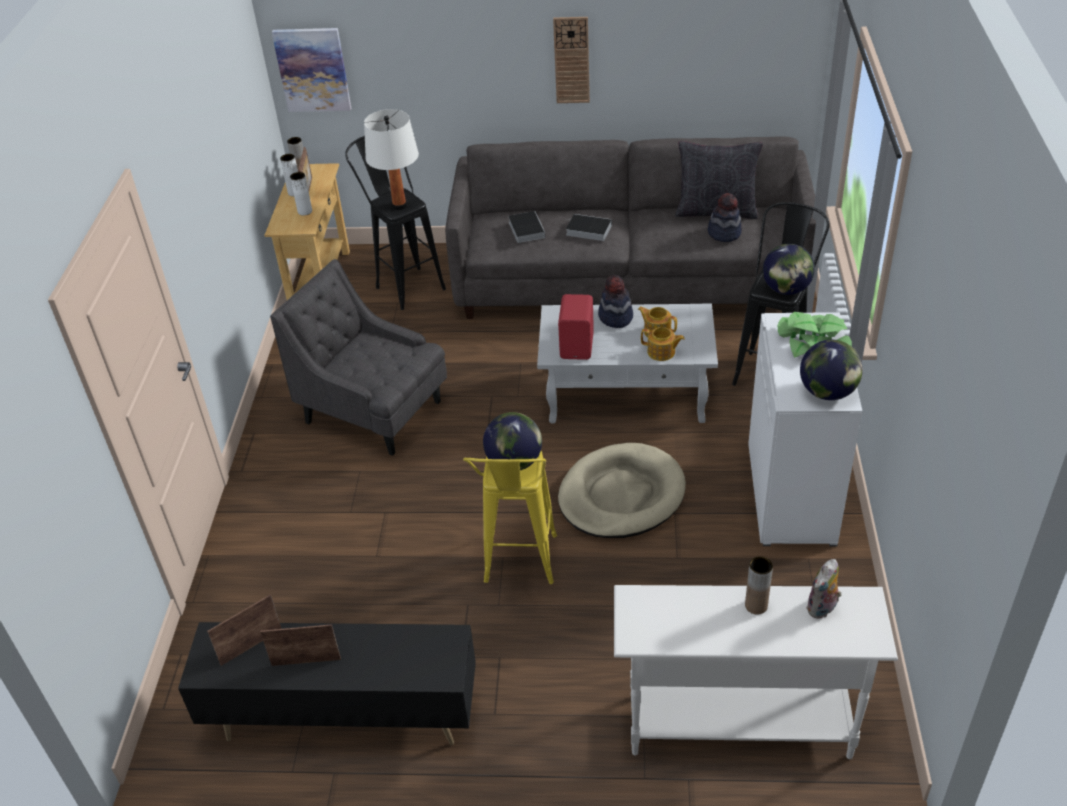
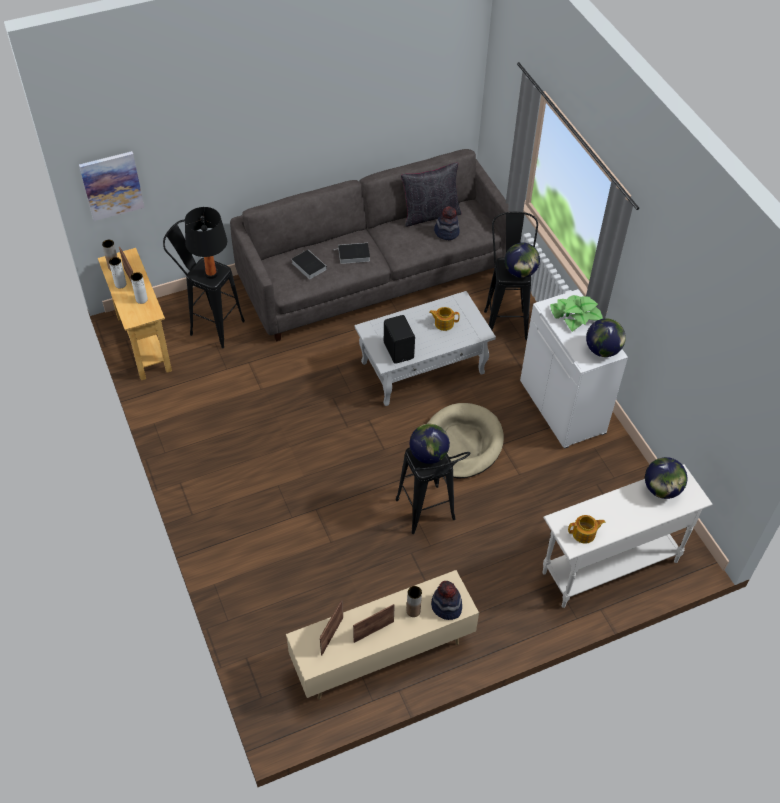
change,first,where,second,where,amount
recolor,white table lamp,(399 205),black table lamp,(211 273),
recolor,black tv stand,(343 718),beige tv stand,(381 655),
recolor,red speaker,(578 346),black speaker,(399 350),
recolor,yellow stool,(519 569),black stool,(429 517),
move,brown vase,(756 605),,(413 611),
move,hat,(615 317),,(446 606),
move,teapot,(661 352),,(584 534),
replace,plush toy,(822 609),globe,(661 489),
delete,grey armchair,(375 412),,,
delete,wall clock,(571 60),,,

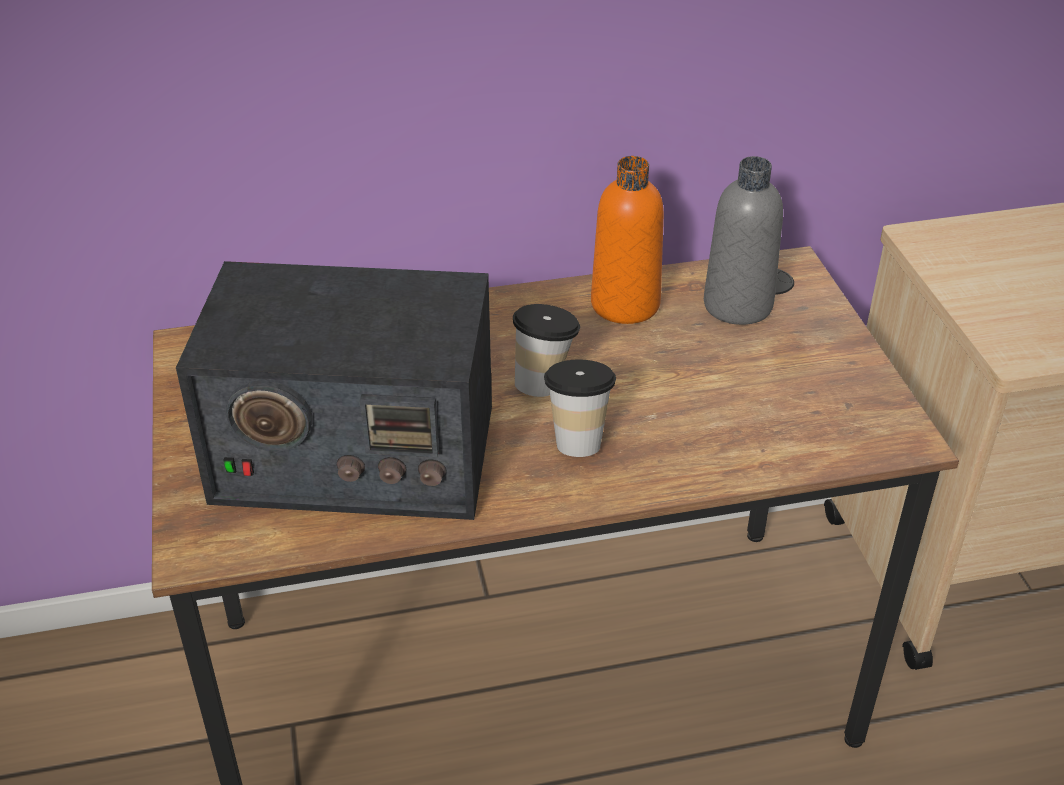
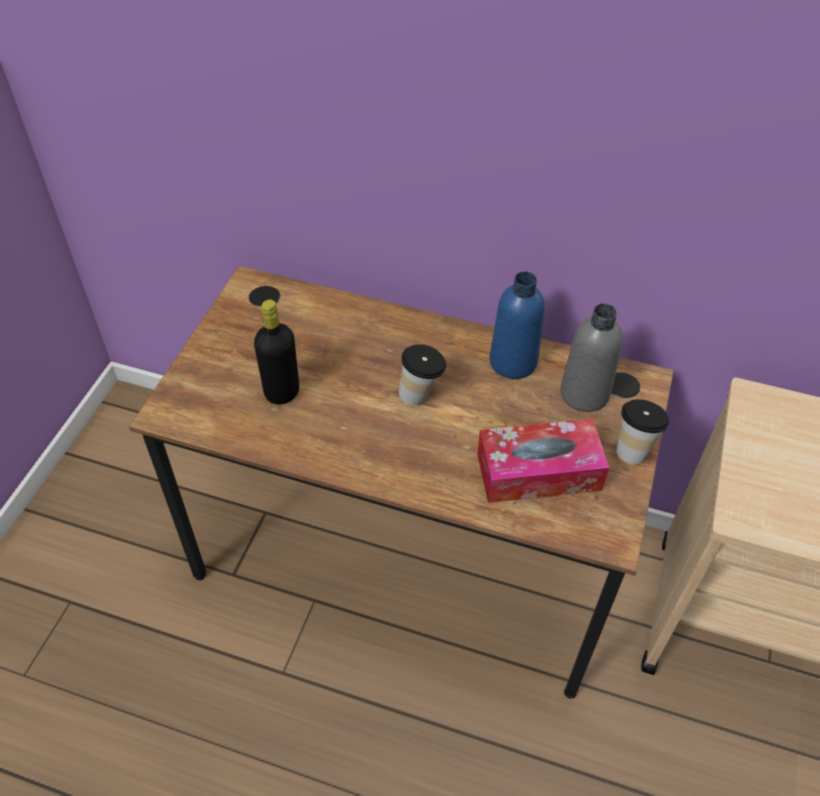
change,first,where,second,where,amount
replace,radio,(353 453),black bottle,(282 392),
insert,,,tissue box,(538 471),
recolor,orange bottle,(625 304),blue bottle,(513 362),
move,cup,(578 439),,(633 449),

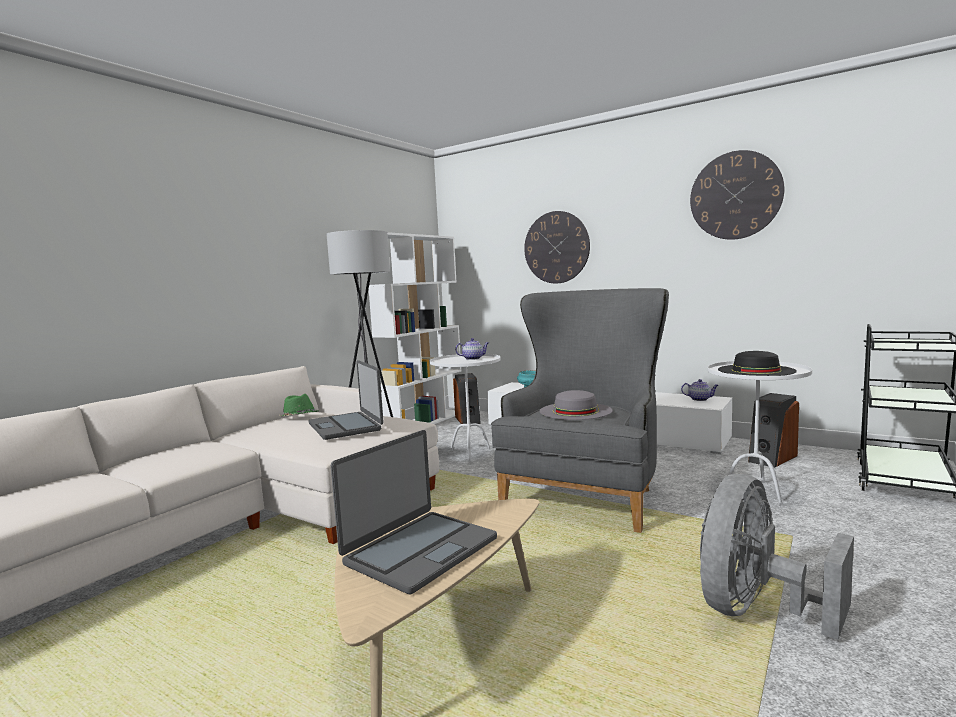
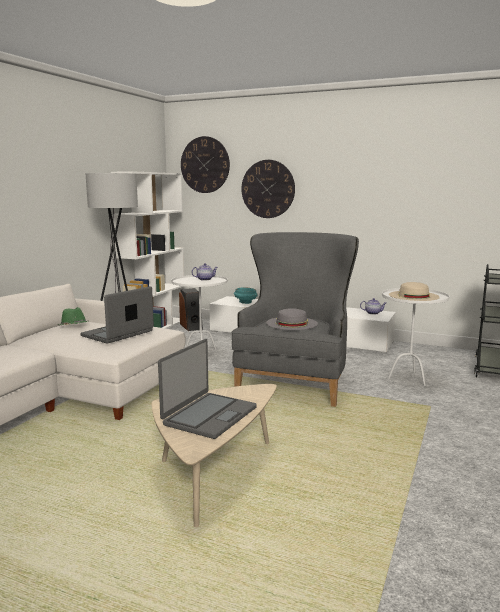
change,first,where,second,where,amount
rotate,laptop,(346 426),,(118 334),75 degrees clockwise
move,wall clock,(735 195),,(205 165),
recolor,black hat,(756 370),beige hat,(413 296),
delete,grey fan,(756 610),,,
delete,speaker,(772 458),,,

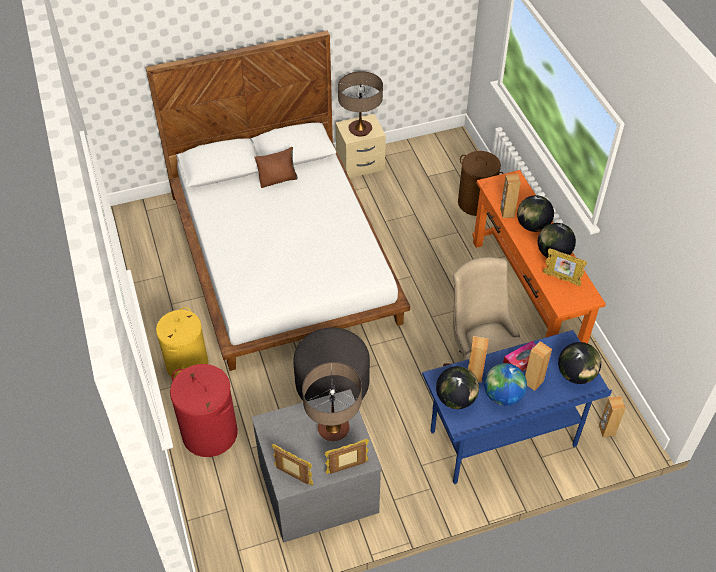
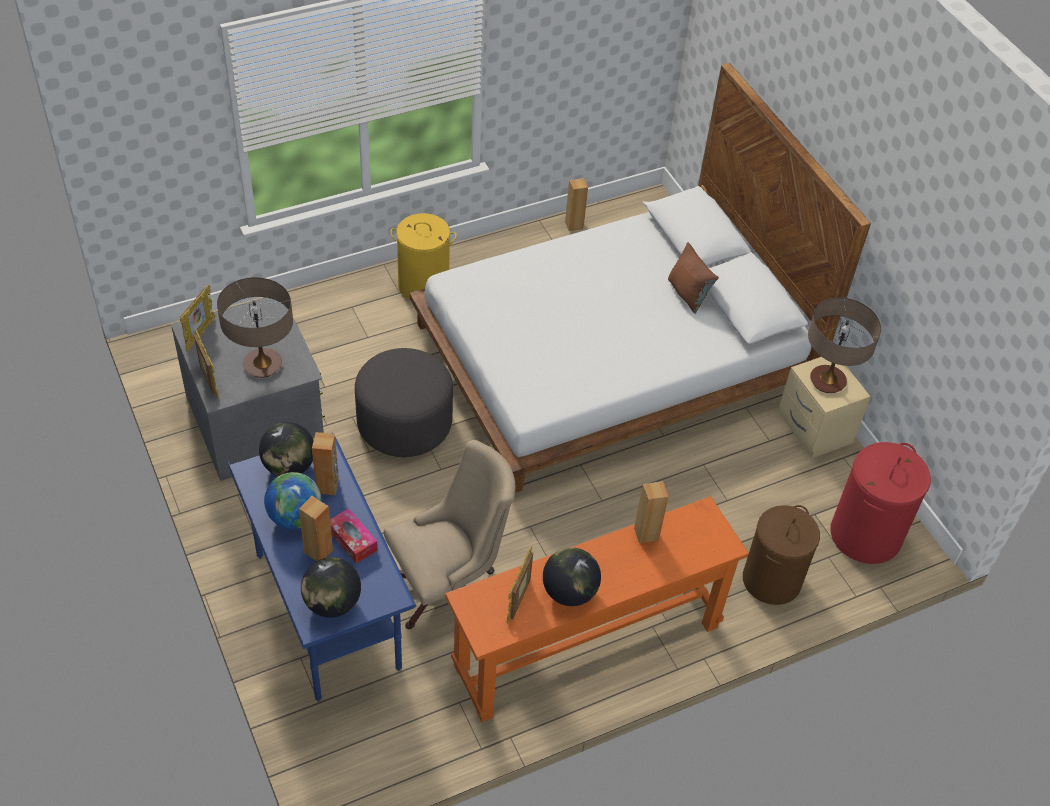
change,first,where,second,where,amount
move,brown speaker,(606 430),,(574 225),
move,red laundry basket,(210 433),,(865 535),
delete,globe,(533 226),,,

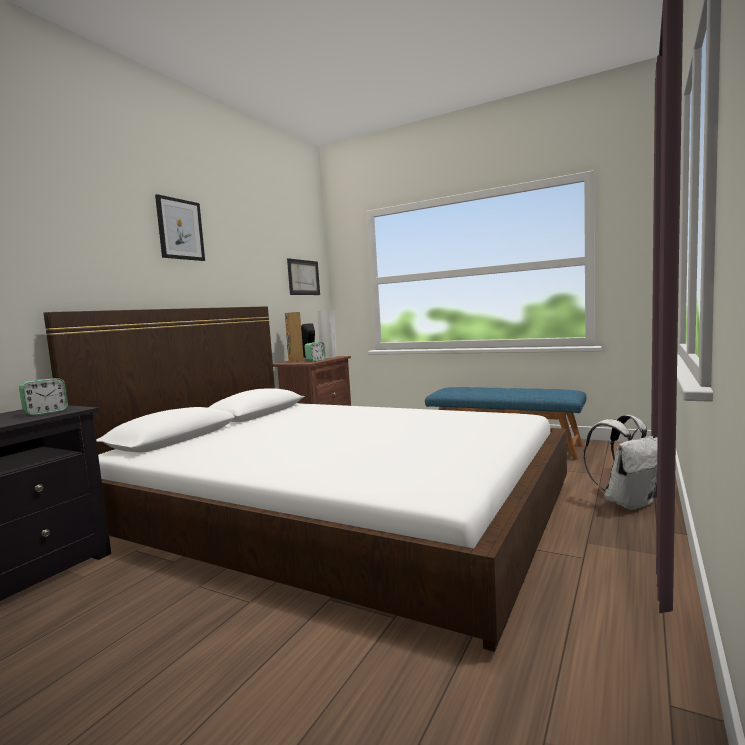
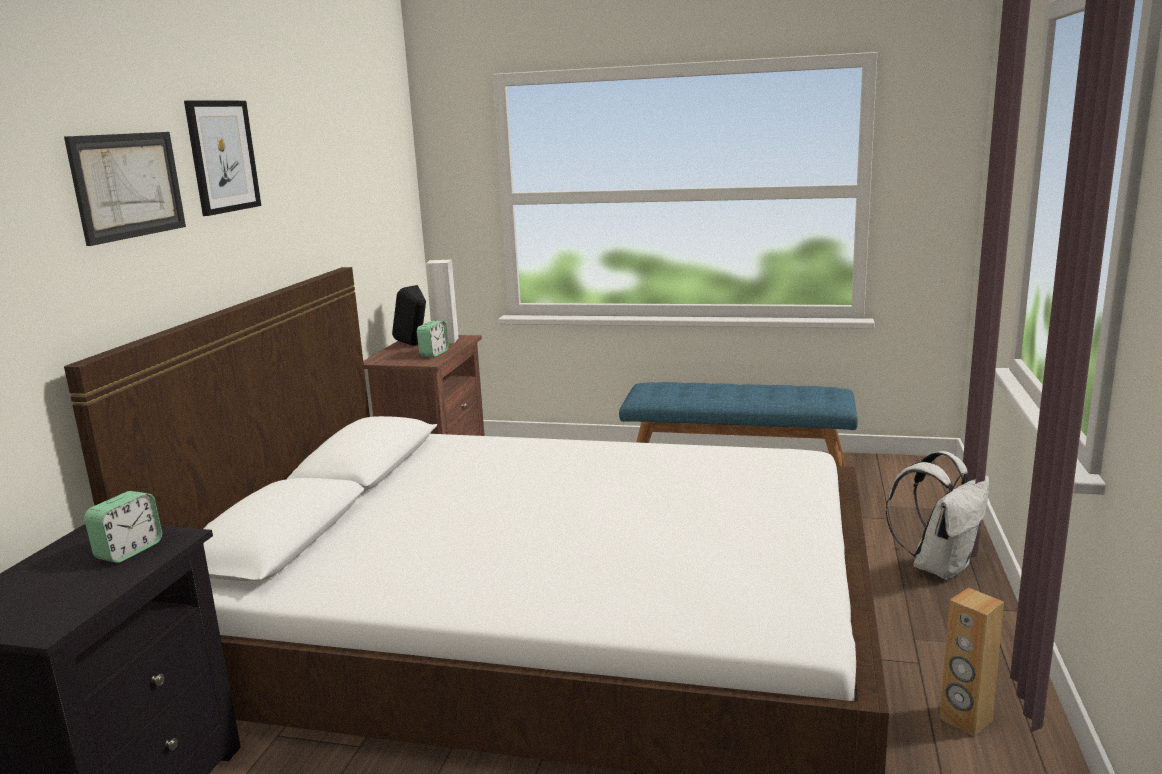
change,first,where,second,where,amount
move,picture,(303 277),,(128 185),
move,brown speaker,(295 360),,(965 720),

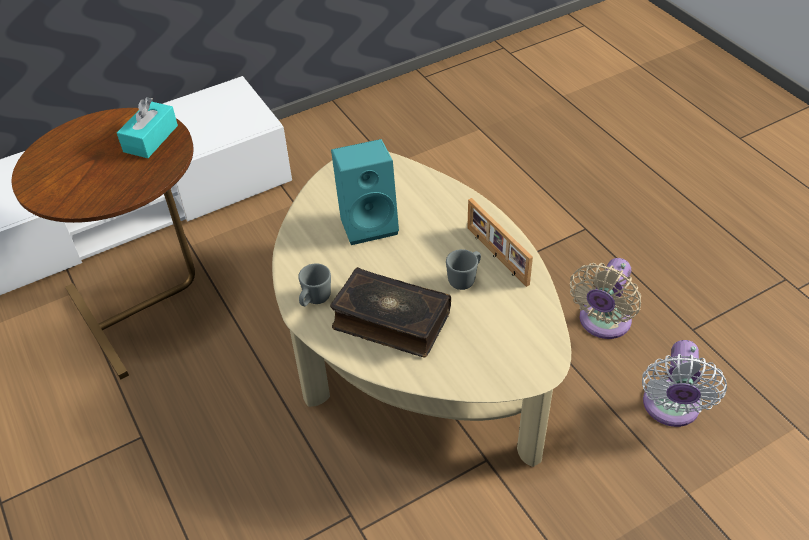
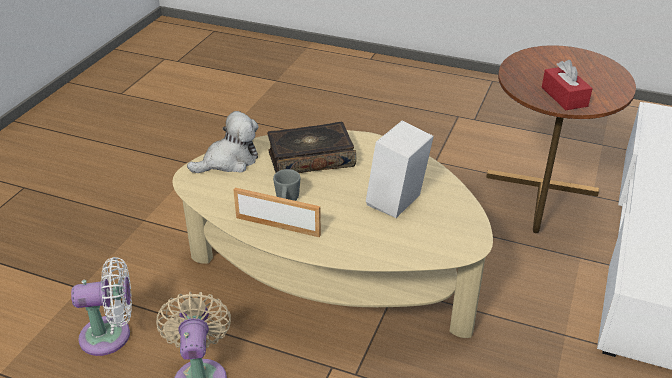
change,first,where,second,where,amount
rotate,white fan,(670 408),,(111 335),105 degrees clockwise
insert,,,plush toy,(229 161),
recolor,turquoise speaker,(369 223),white speaker,(397 204),
recolor,turquoise tissue box,(150 138),red tissue box,(564 97),
delete,grey mug,(314 300),,,

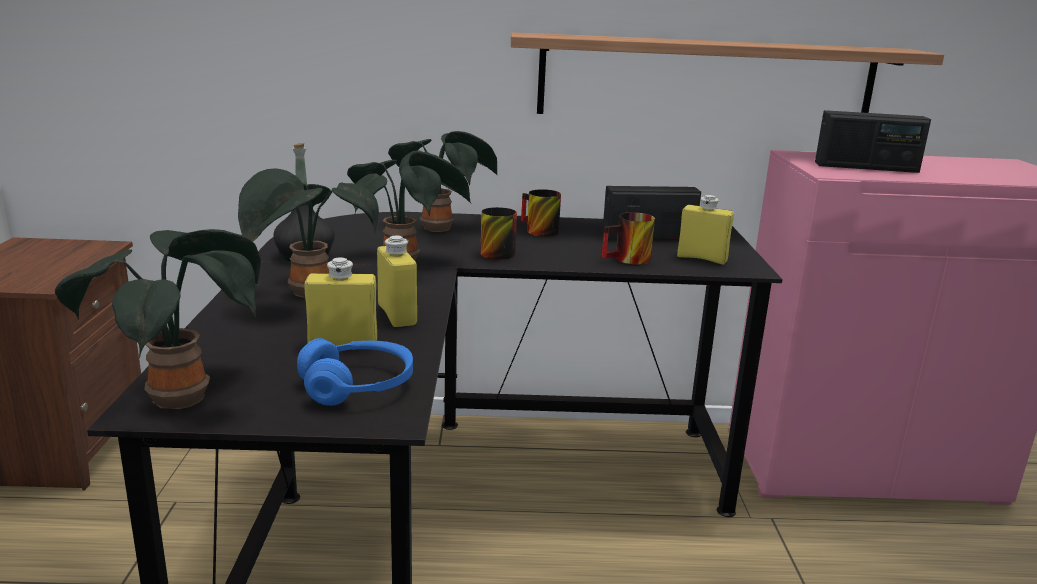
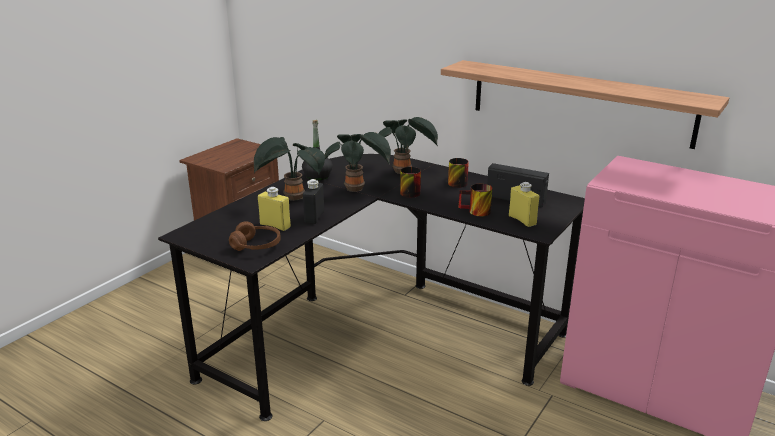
change,first,where,second,where,amount
recolor,blue headphones,(357 386),brown headphones,(256 245),
recolor,yellow bottle,(397 315),black bottle,(314 217),
delete,potted plant,(185 397),,,
delete,radio,(866 167),,,

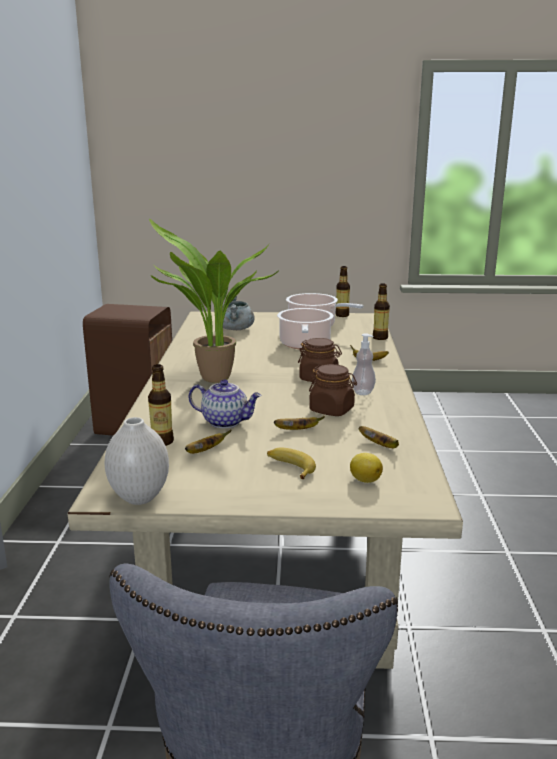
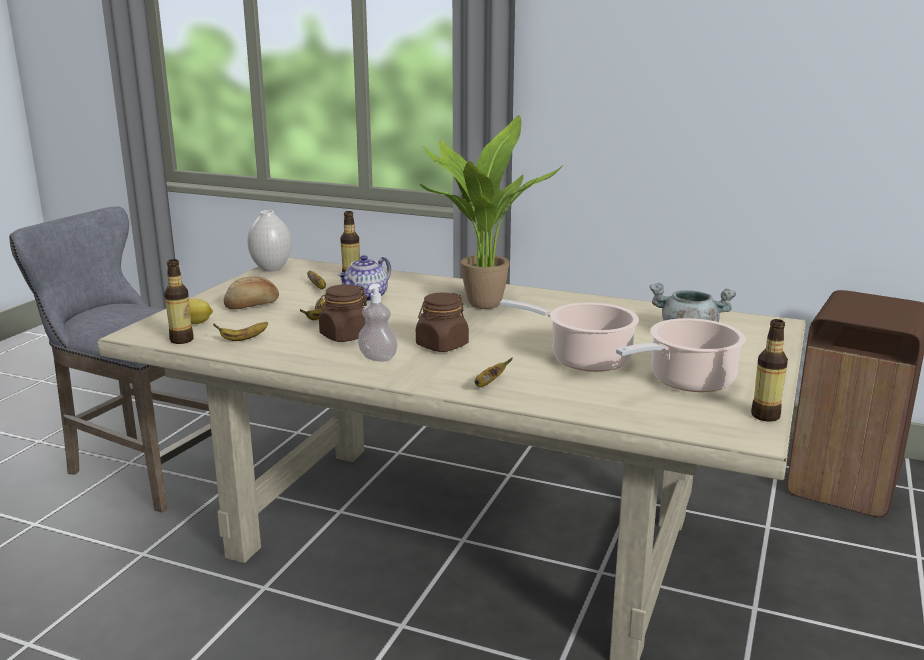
change,first,where,second,where,amount
move,bottle,(380 338),,(182 340),
replace,banana,(290 467),bread,(252 305),

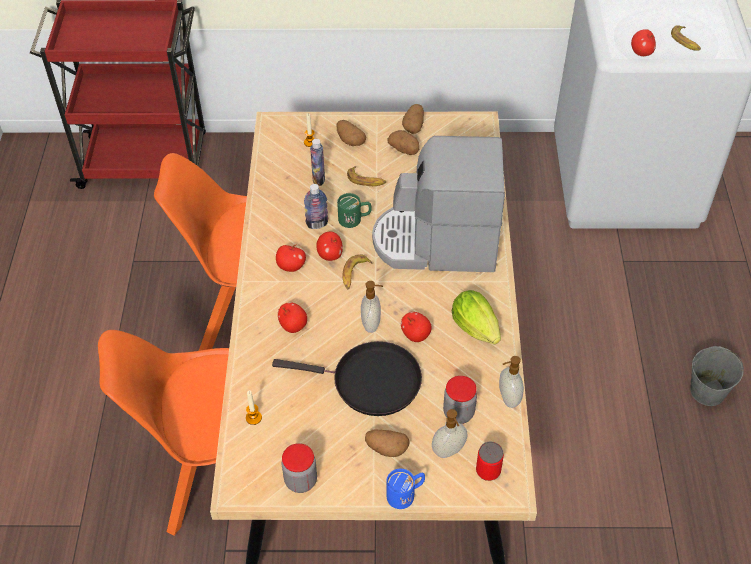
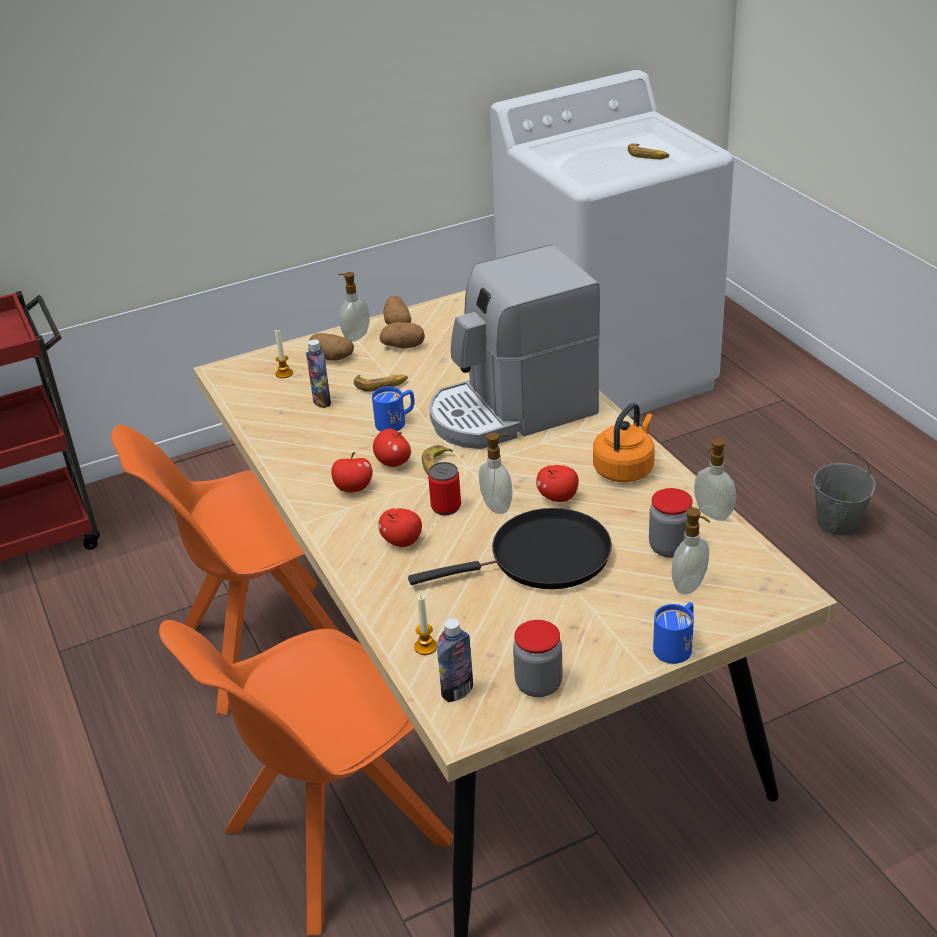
change,first,where,second,where,amount
insert,,,soap dispenser,(355 336),
recolor,green mug,(355 219),blue mug,(396 422),
move,can,(488 471),,(446 507),
move,bottle,(317 224),,(457 691),
replace,lettuce,(477 330),orange kettle,(625 469),
delete,potato,(386 448),,,
delete,apple,(641 53),,,

